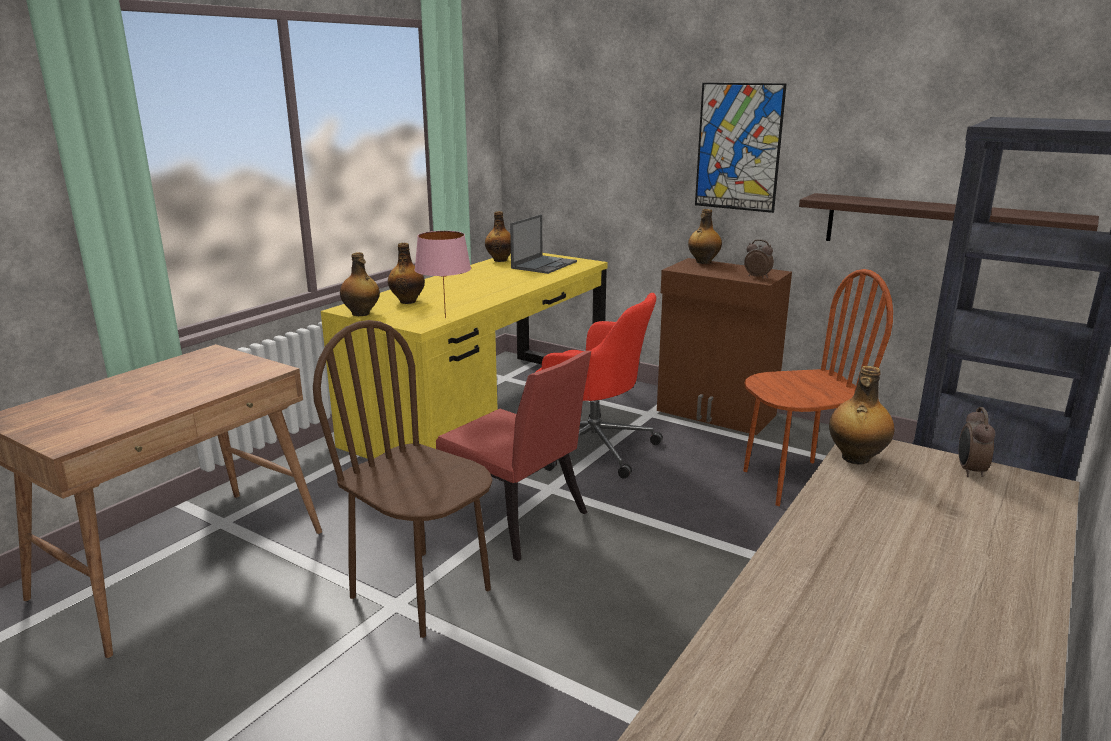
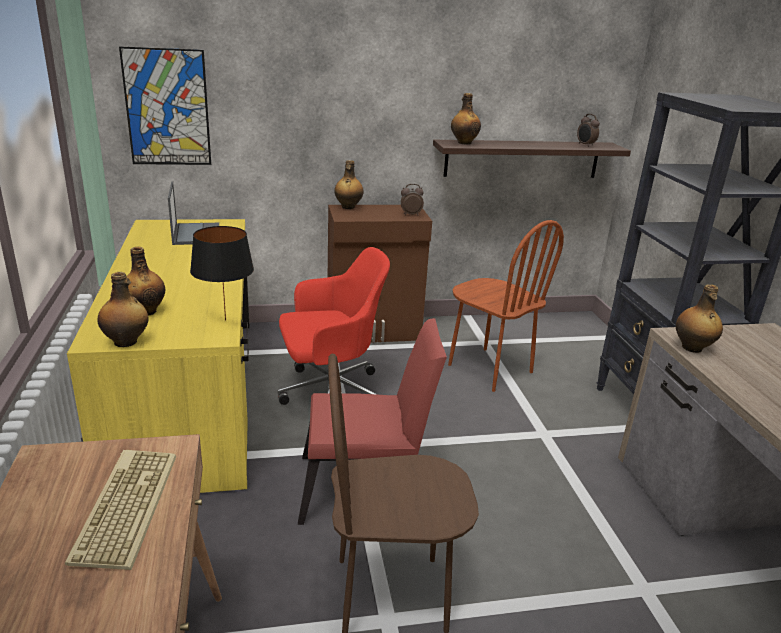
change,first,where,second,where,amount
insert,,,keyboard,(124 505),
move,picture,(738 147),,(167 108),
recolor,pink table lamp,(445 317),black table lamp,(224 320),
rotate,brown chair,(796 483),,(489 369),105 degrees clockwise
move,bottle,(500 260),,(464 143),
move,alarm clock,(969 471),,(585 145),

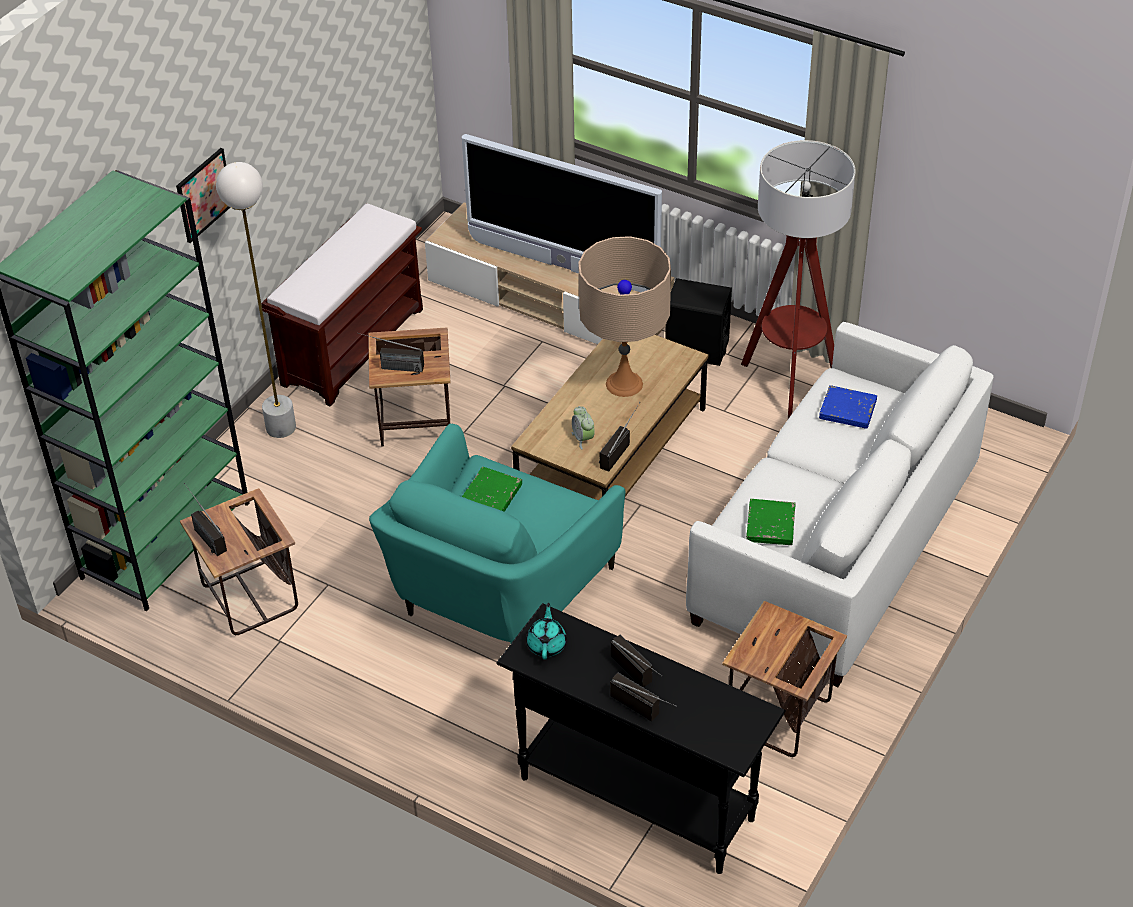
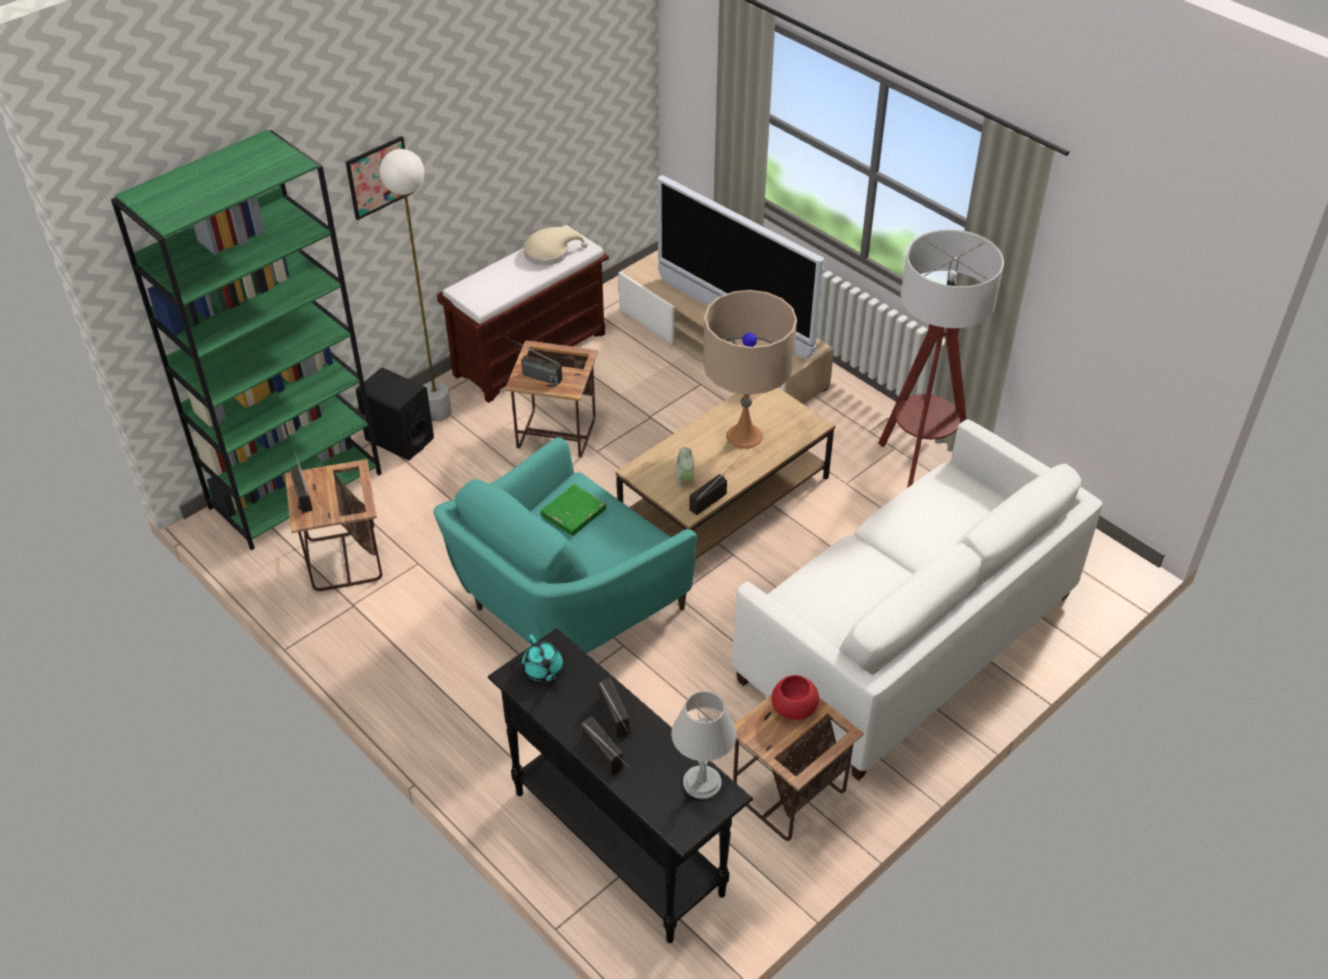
change,first,where,second,where,amount
move,black speaker,(696 348),,(399 439),
rotate,turquoise teapot,(547 644),,(543 670),135 degrees clockwise
insert,,,beige hat,(550 253),
insert,,,grey table lamp,(702 782),
insert,,,red bowl,(793 708),
delete,green book,(770 525),,,
delete,blue book,(847 410),,,

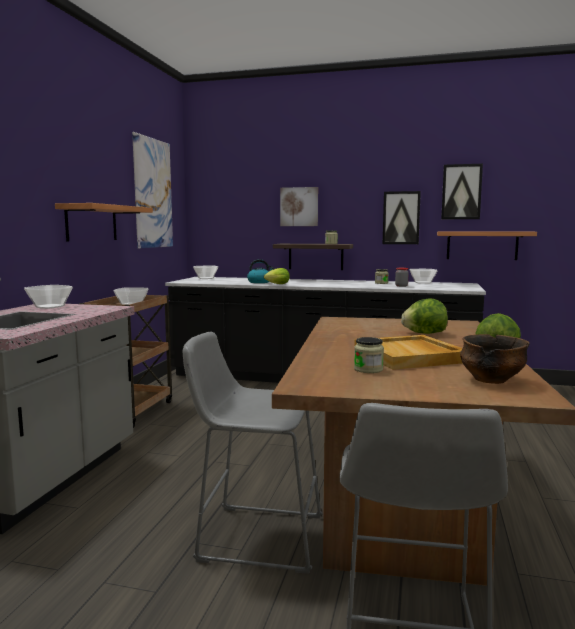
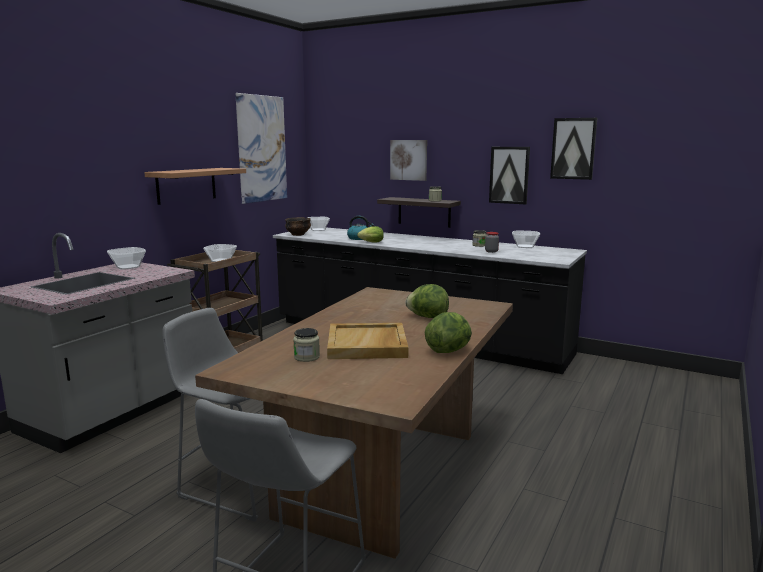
change,first,where,second,where,amount
move,bowl,(491 380),,(298 235),
delete,shelf,(482 245),,,

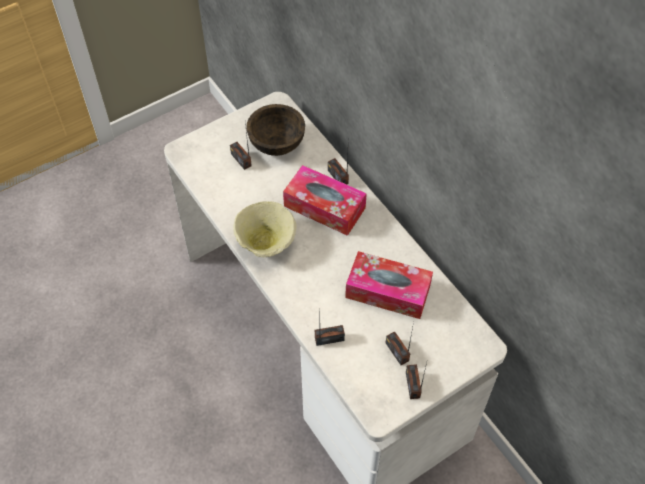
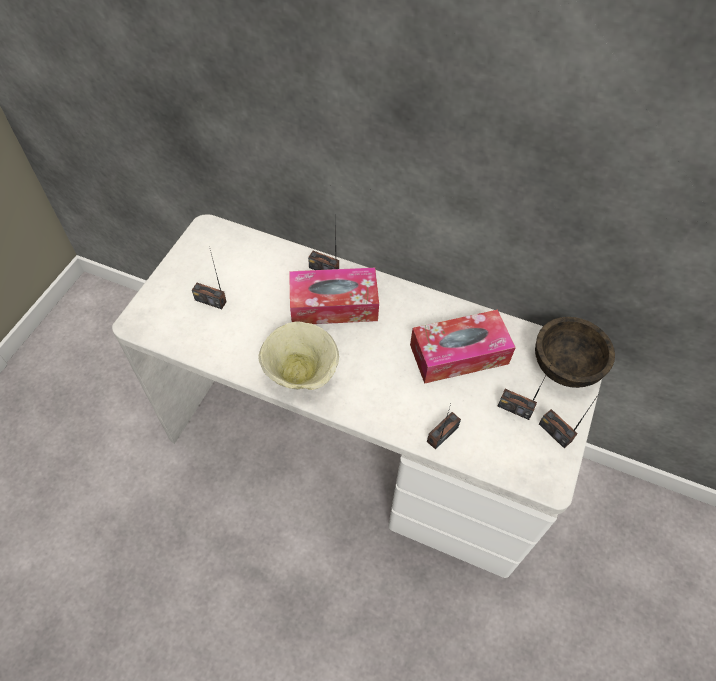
change,first,where,second,where,amount
move,brown bowl,(276 143),,(564 366),

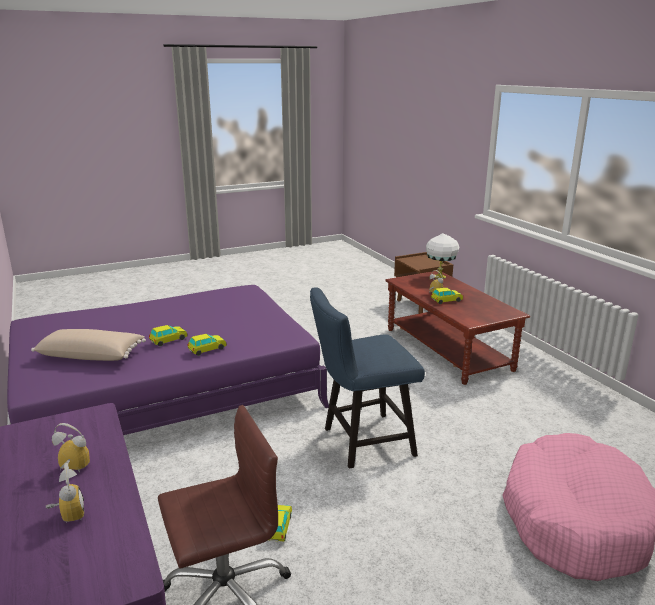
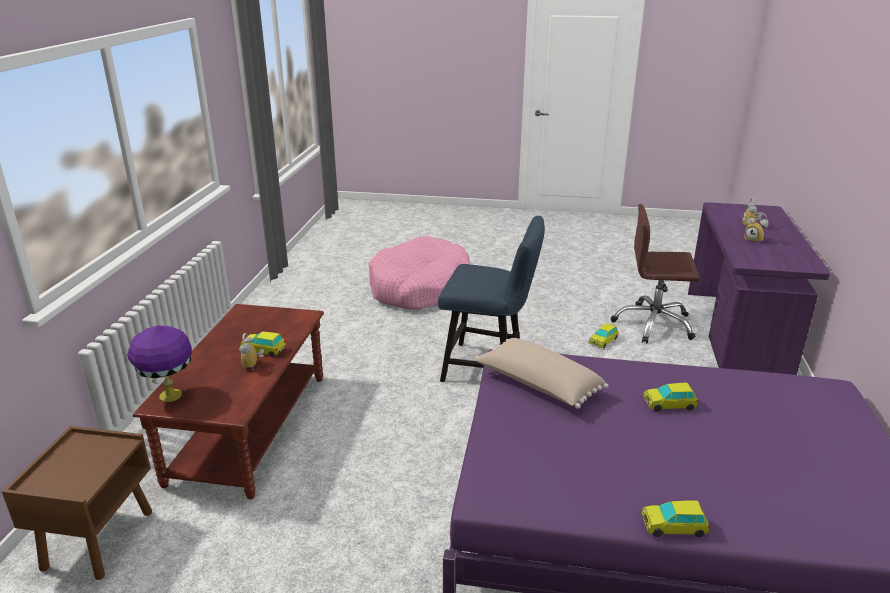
change,first,where,second,where,amount
recolor,white table lamp,(440 276),purple table lamp,(169 395),
move,beige pillow,(92 355),,(537 385),
move,toy car,(207 349),,(673 526),

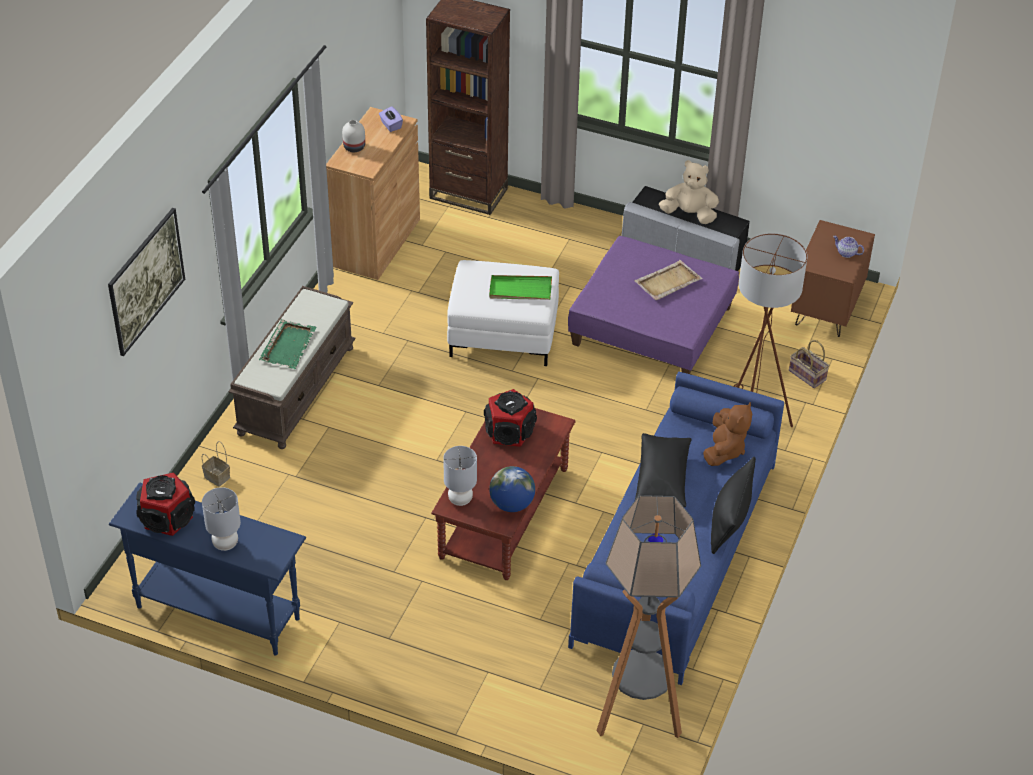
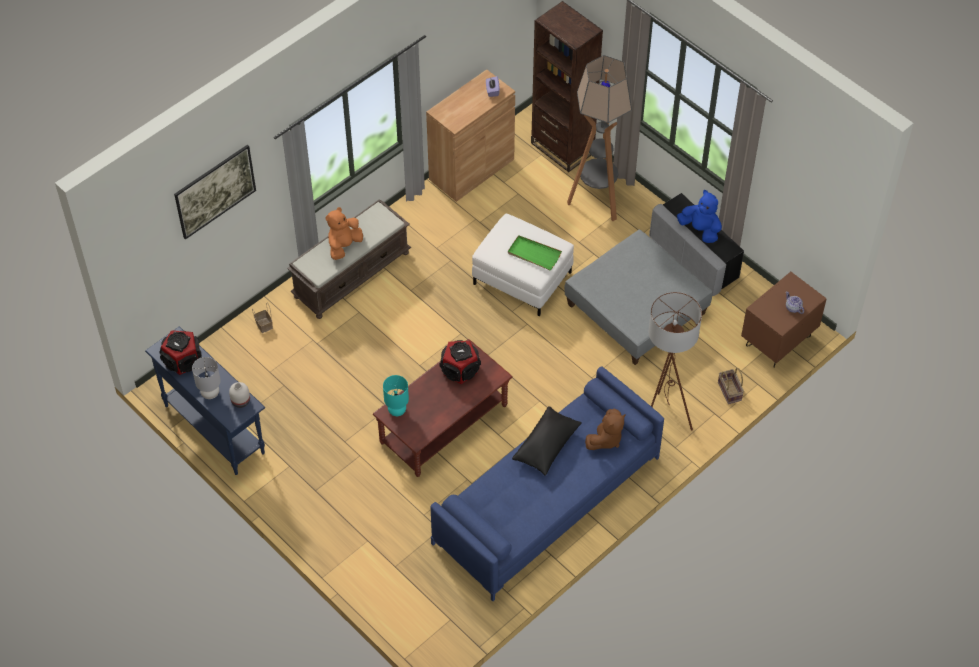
change,first,where,second,where,amount
move,white vase,(354 147),,(240 401),
replace,green tray,(288 345),orange plush toy,(344 246),
recolor,grey table lamp,(460 500),turquoise table lamp,(397 411),
recolor,purple ottoman,(653 326),grey ottoman,(637 309),
move,floor lamp,(638 715),,(597 201),
recolor,beige plush toy,(689 214),blue plush toy,(700 230),
delete,globe,(512 504),,,
delete,beige tray,(667 282),,,
delete,black pillow,(729 520),,,

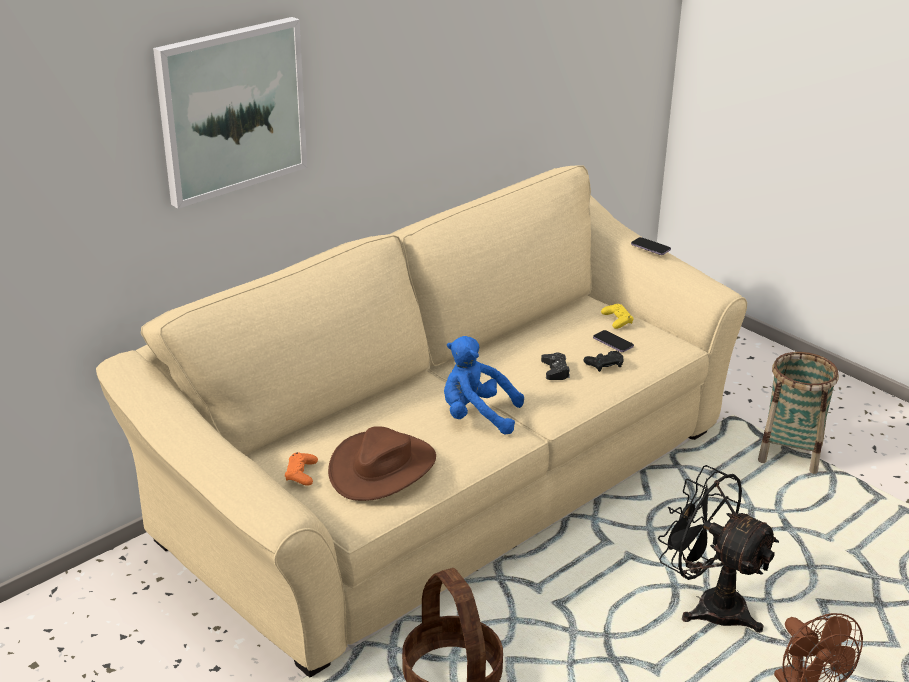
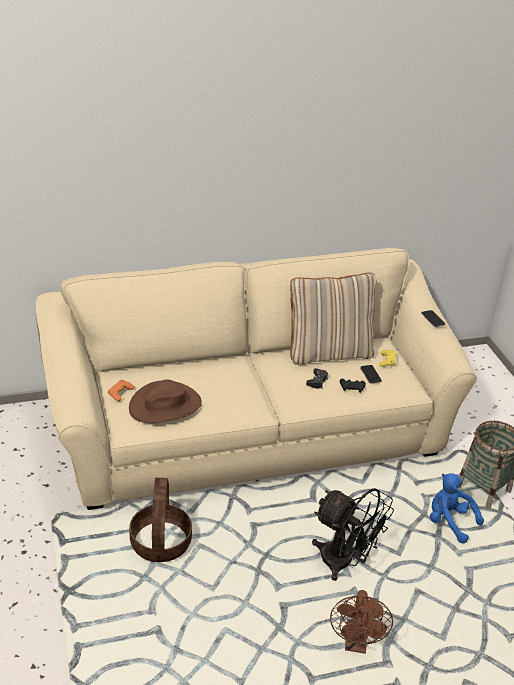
change,first,where,second,where,amount
insert,,,beige pillow,(328 352),
rotate,black fan,(709 605),,(344 563),150 degrees clockwise
move,blue plush toy,(476 416),,(449 522),
delete,picture,(231 110),,,

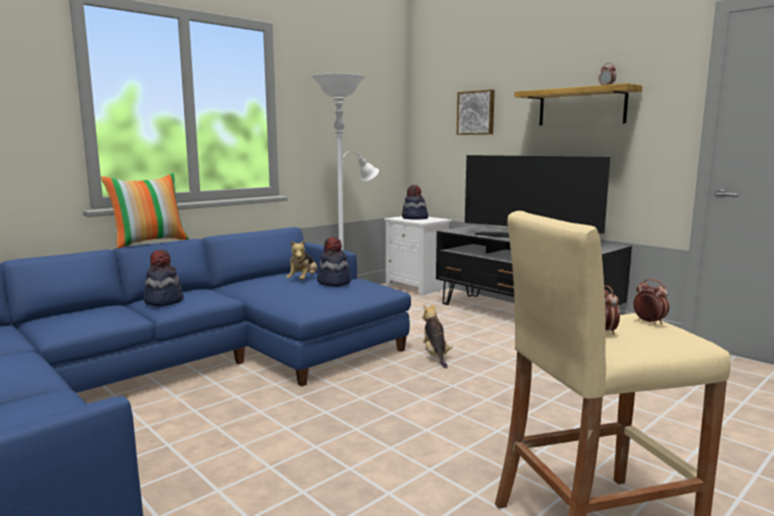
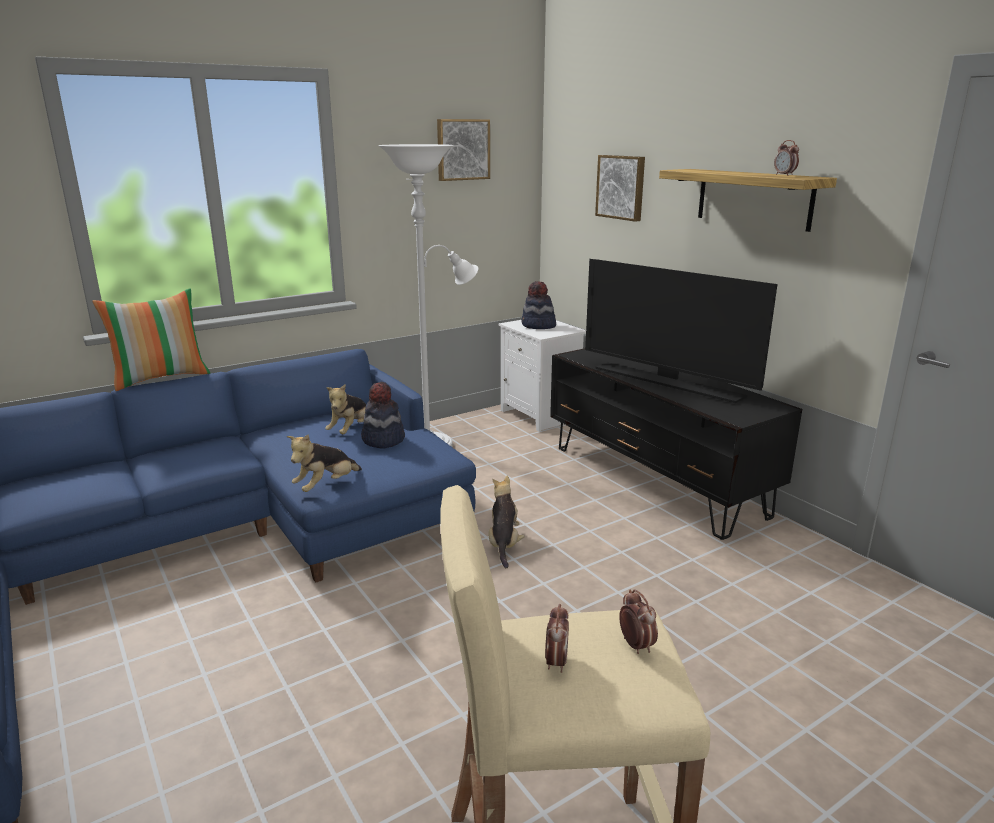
change,first,where,second,where,amount
insert,,,plush toy,(326 486),
insert,,,picture,(462 149),
delete,hat,(163 301),,,

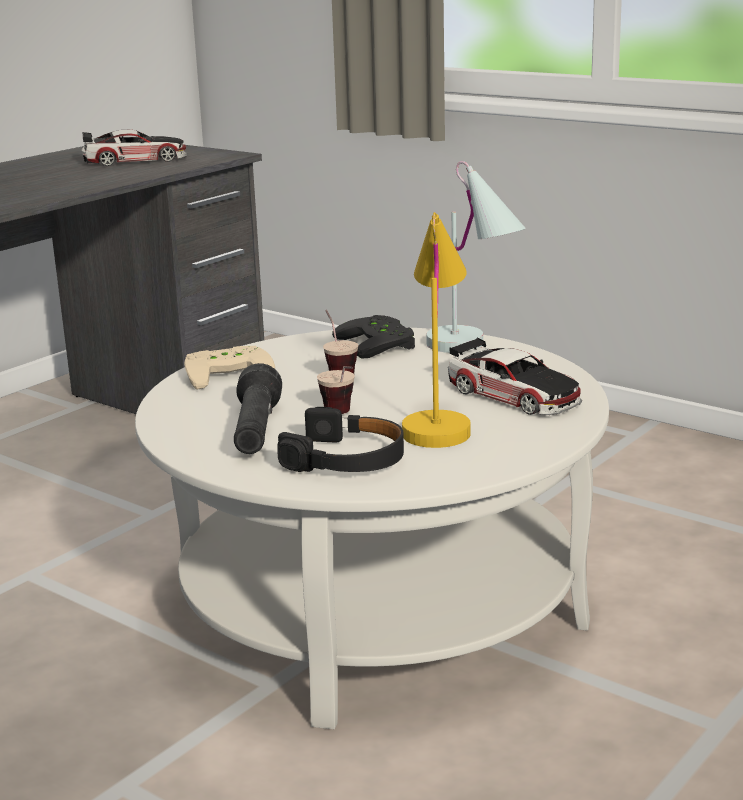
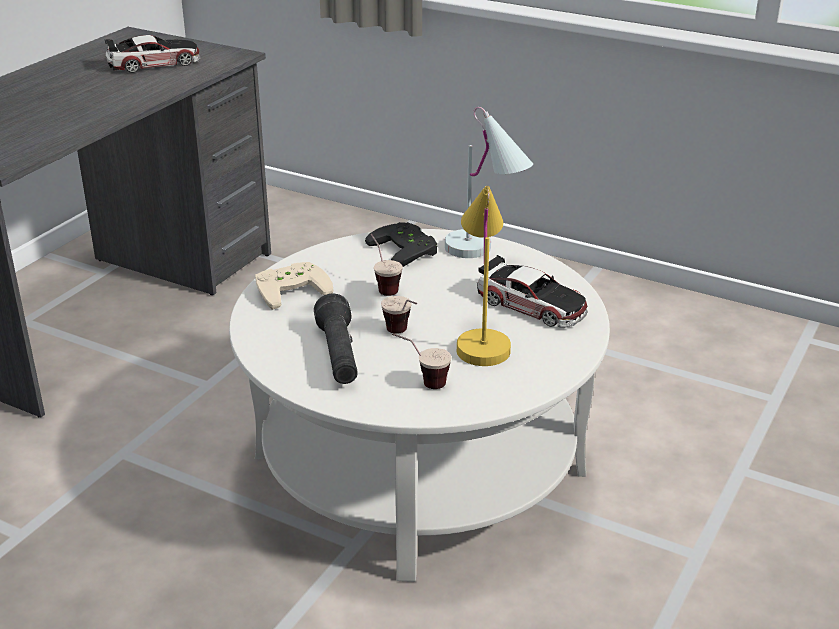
change,first,where,second,where,amount
replace,black headphones,(346 459),cup,(421 382),

